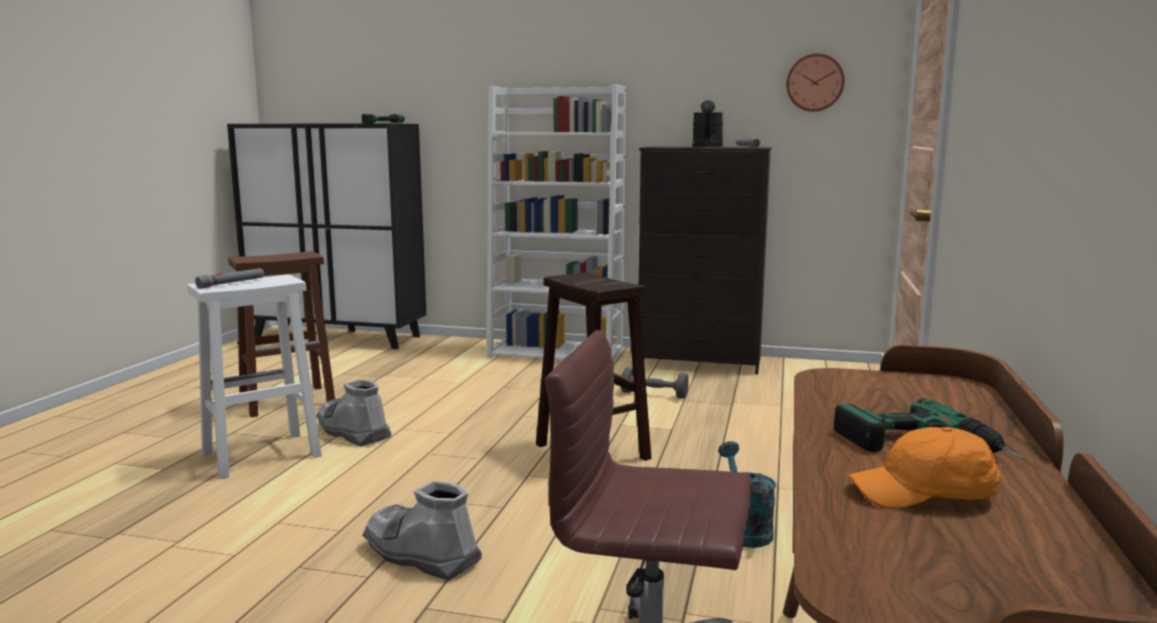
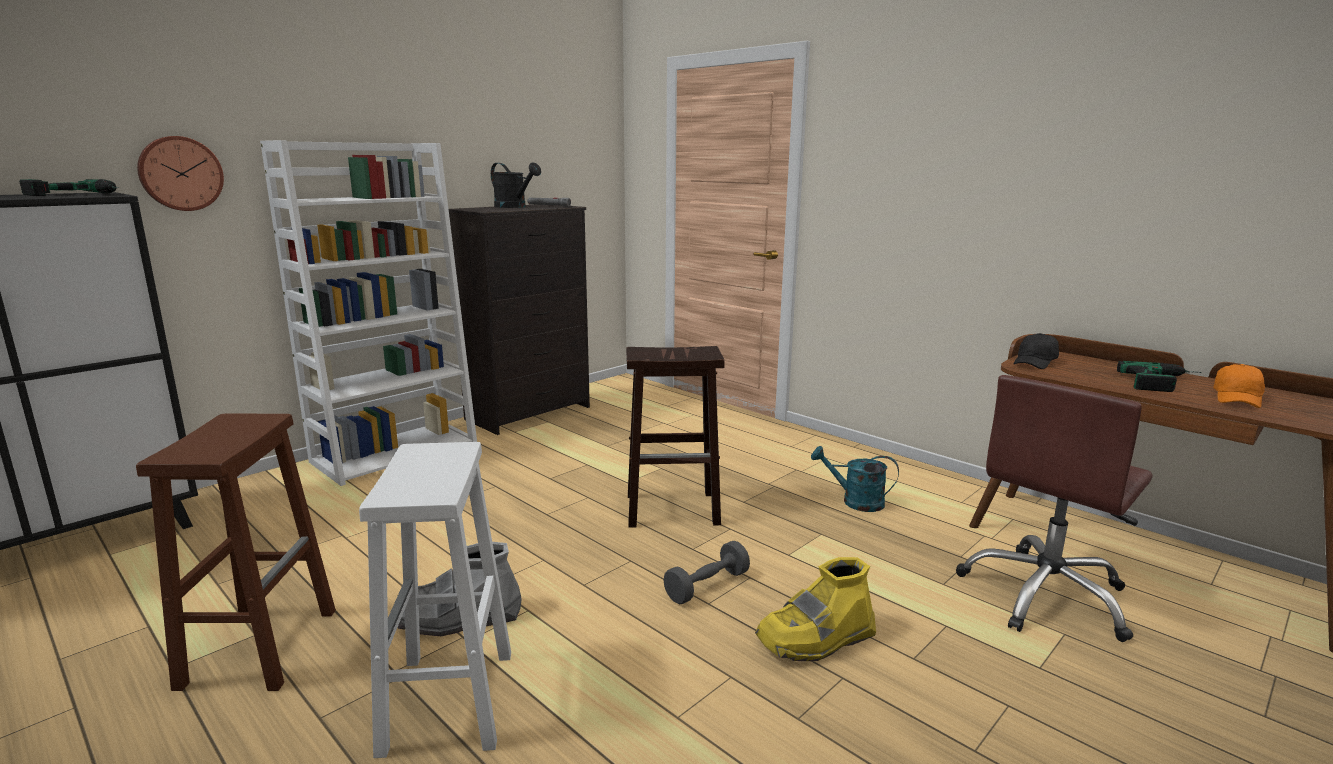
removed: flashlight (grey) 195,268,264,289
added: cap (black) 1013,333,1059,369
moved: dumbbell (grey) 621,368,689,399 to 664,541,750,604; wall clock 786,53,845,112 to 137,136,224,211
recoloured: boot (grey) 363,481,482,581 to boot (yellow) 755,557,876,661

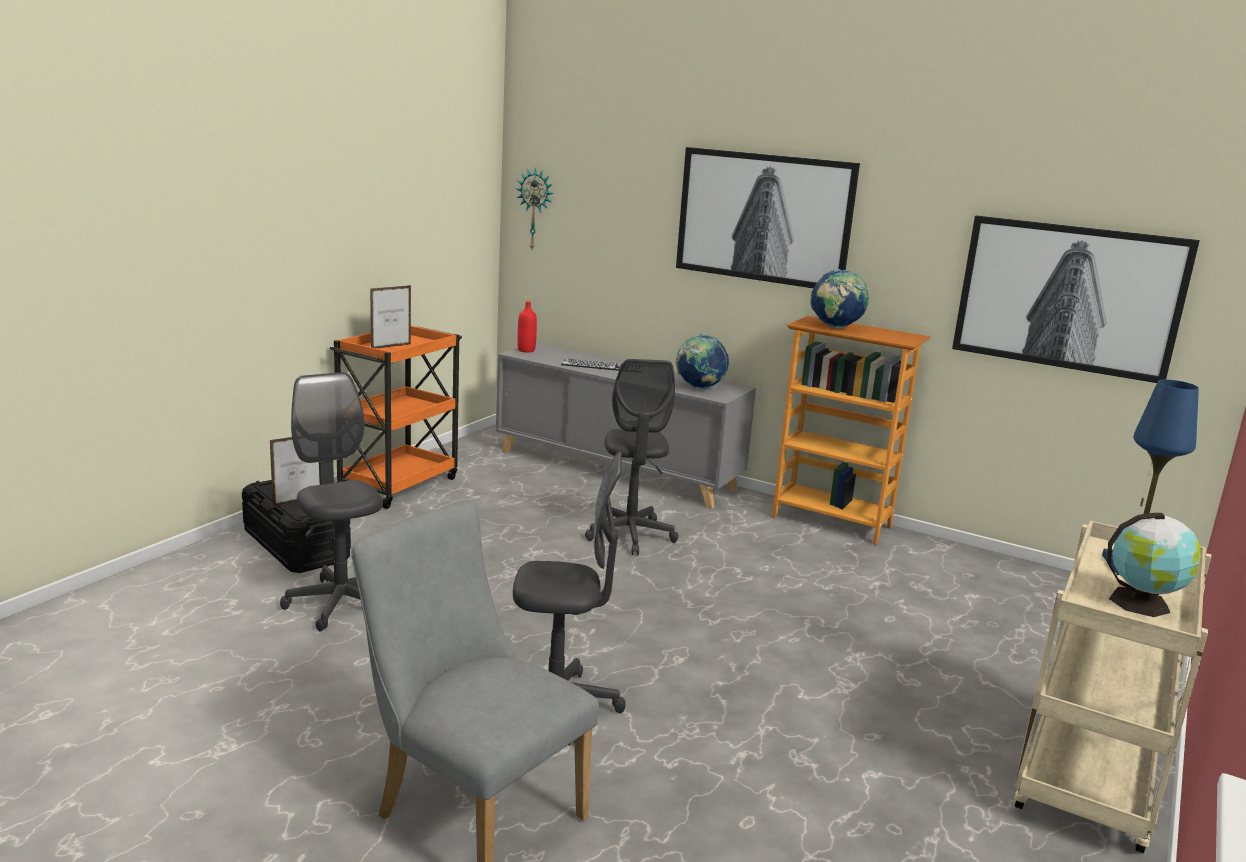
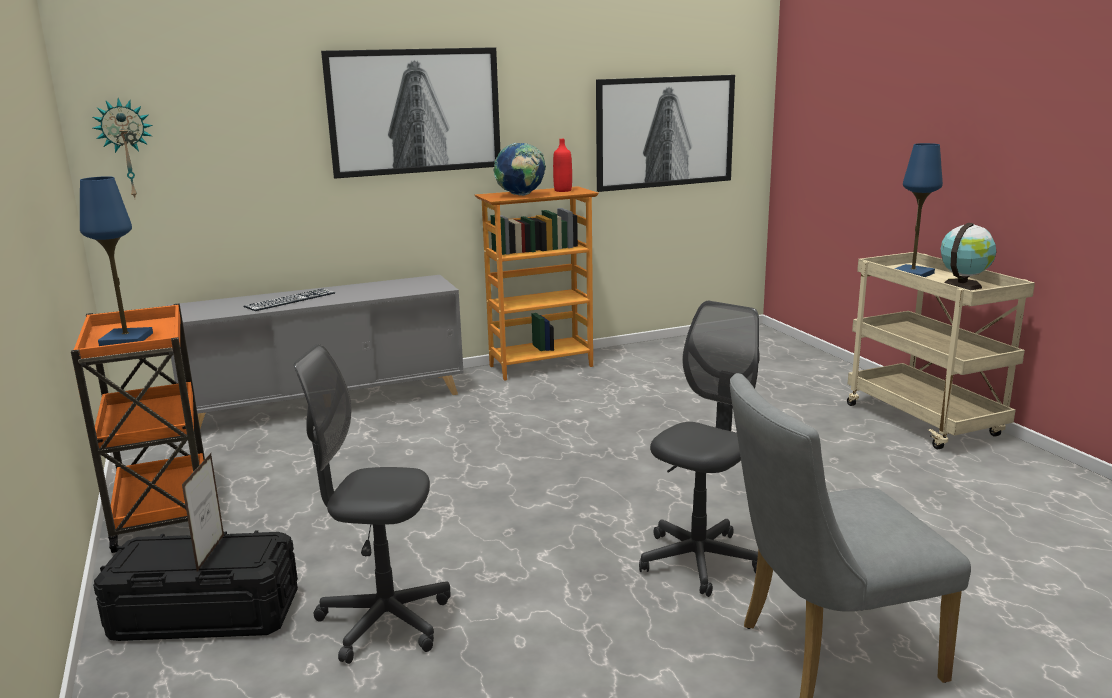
removed: office chair (grey) 585,359,678,555; globe 676,334,729,389
moved: bottle (red) 517,301,537,352 to 553,139,572,192
replaced: picture frame 370,285,411,349 to table lamp (blue) 80,176,153,346

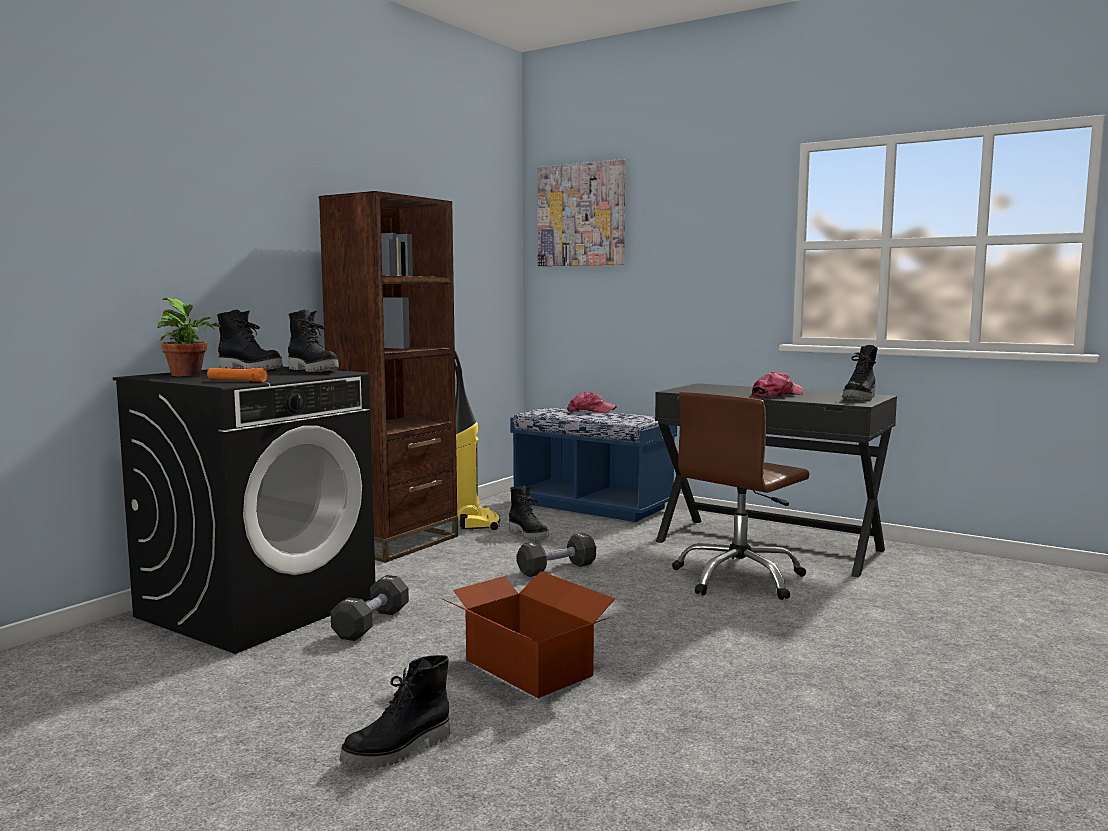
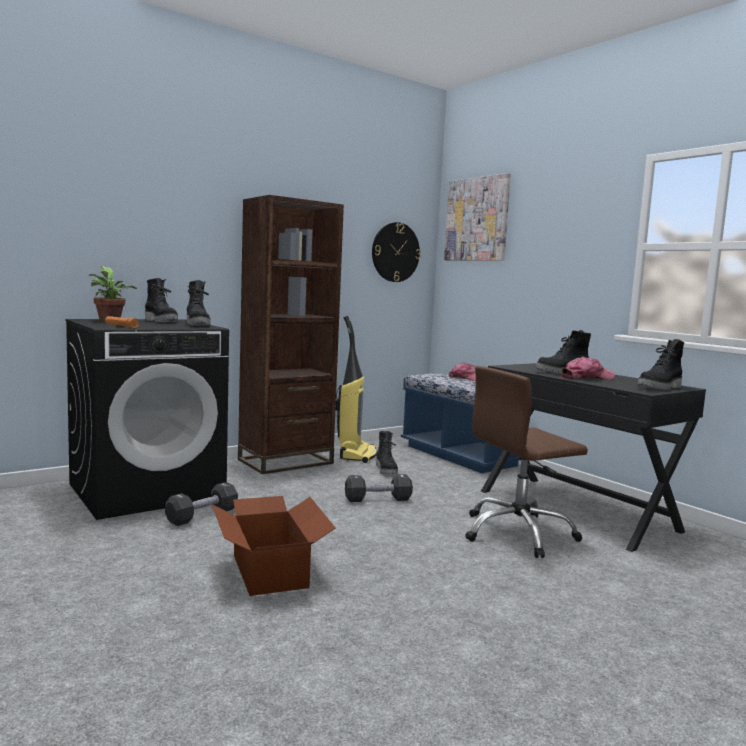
added: wall clock 372,222,421,282
moved: boot (black) 339,655,450,768 to 535,330,591,374

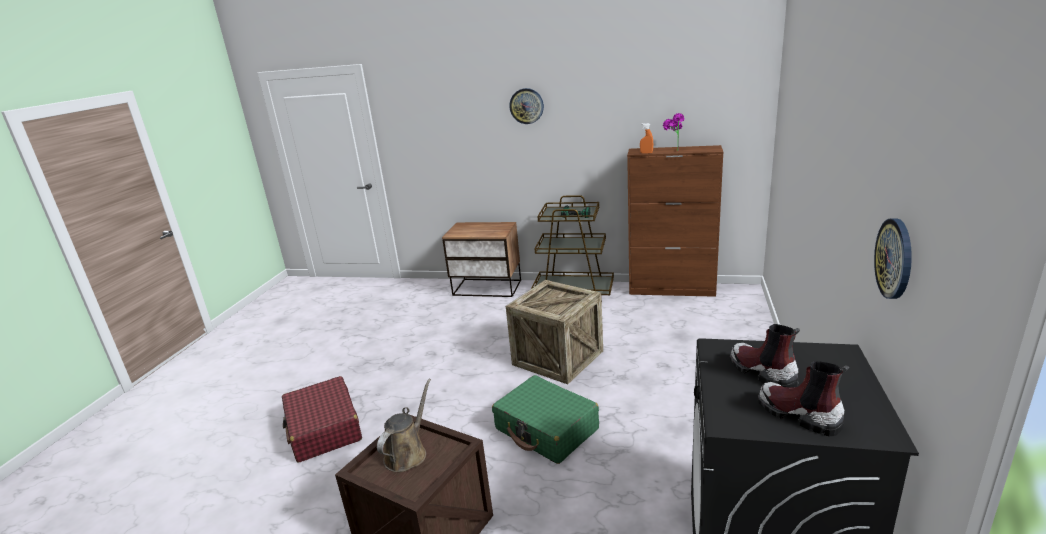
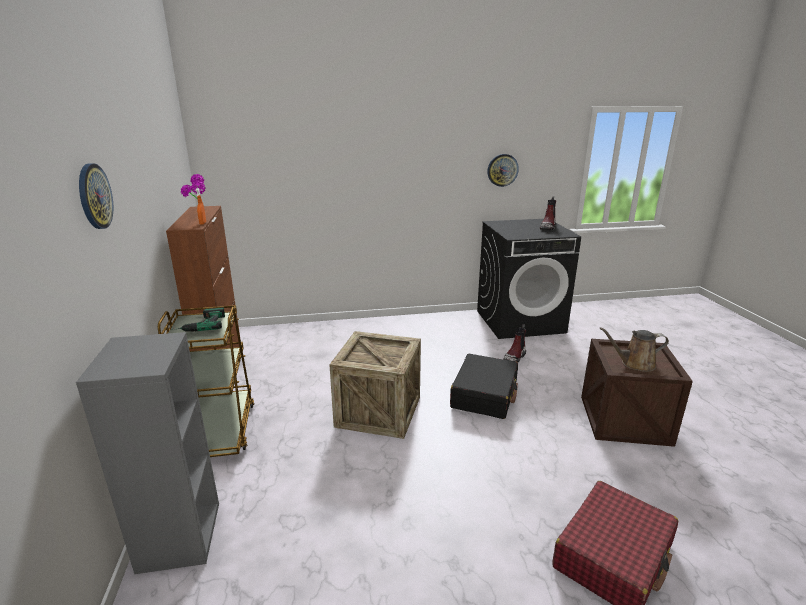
moved: boot 730,324,800,387 to 503,324,526,362
replaced: nightstand 442,222,521,297 to bookcase (grey) 76,332,219,574
recoloured: suitcase (green) 492,375,599,464 to suitcase (black) 450,354,518,419

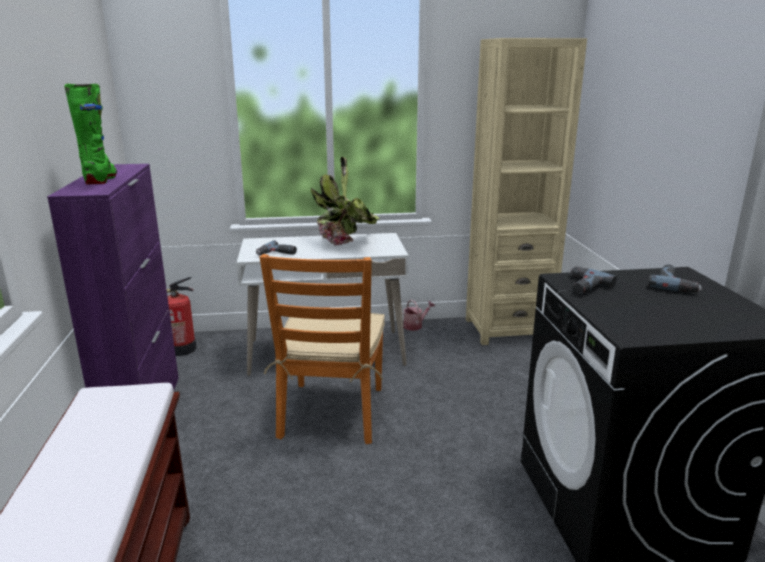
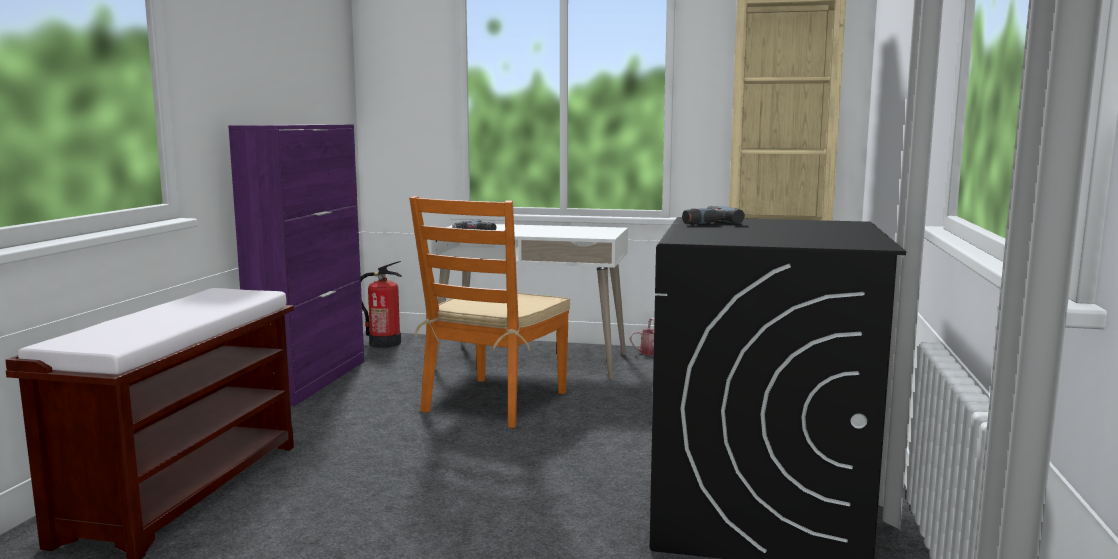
removed: boot (green) 64,83,117,185; potted plant 311,157,380,246; power drill 648,264,702,293

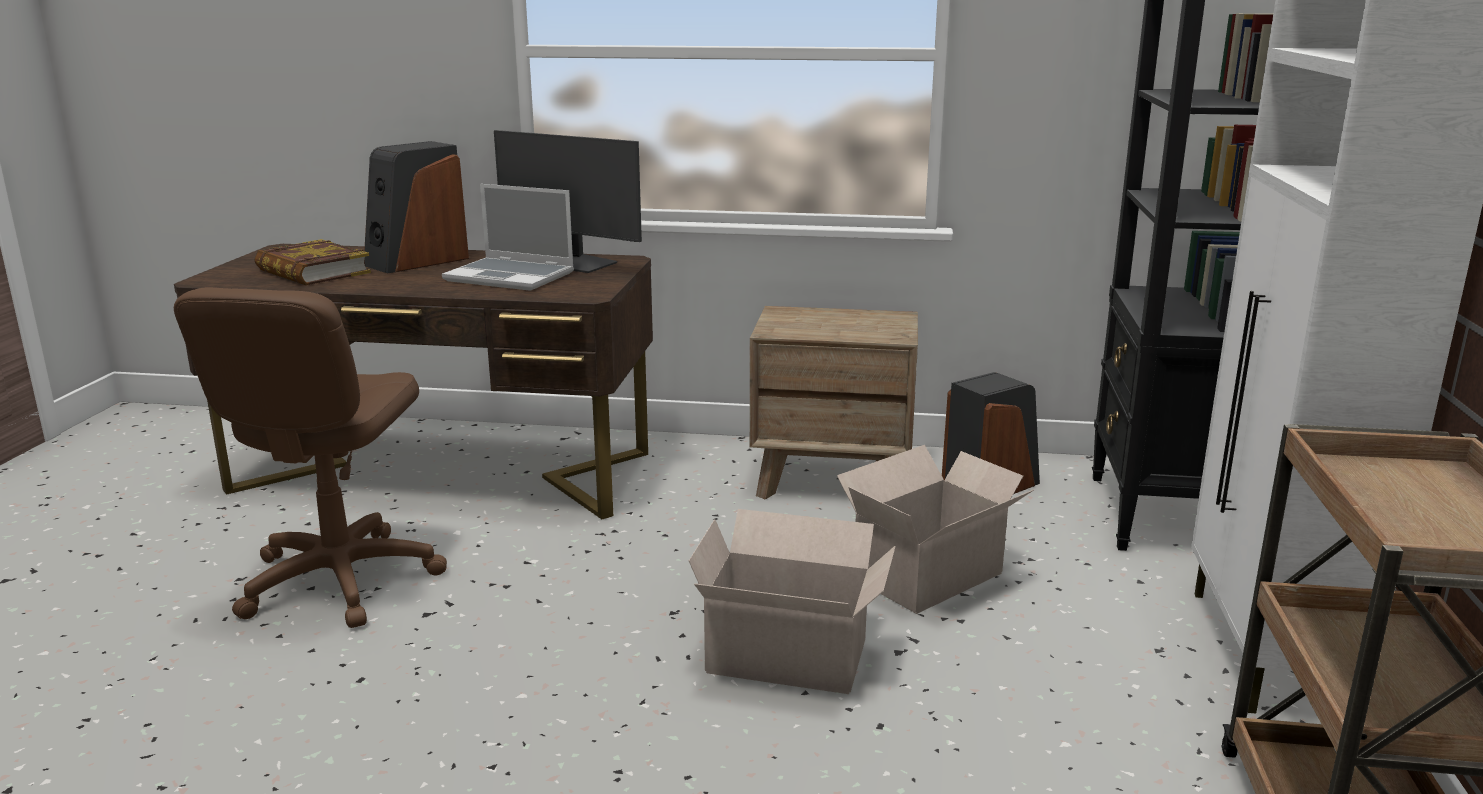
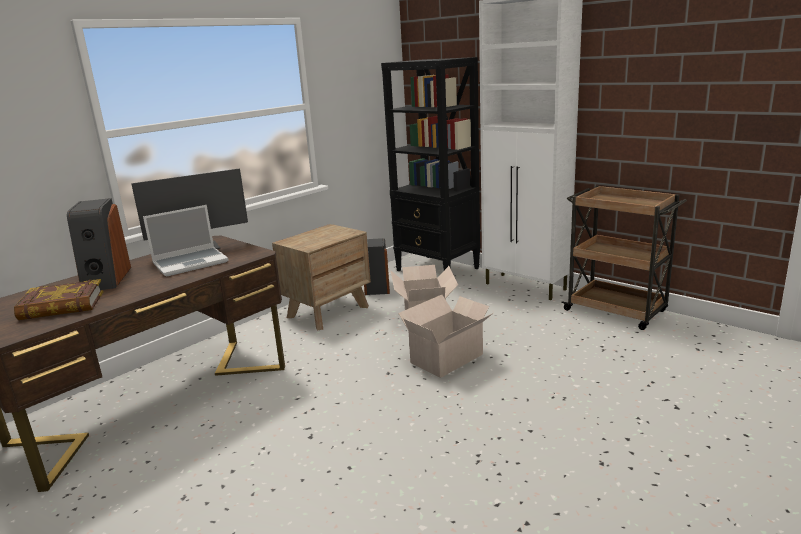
removed: office chair (brown) 174,287,447,628

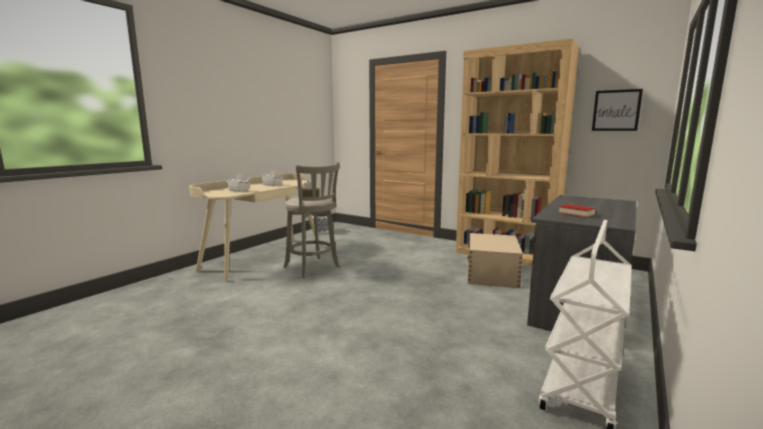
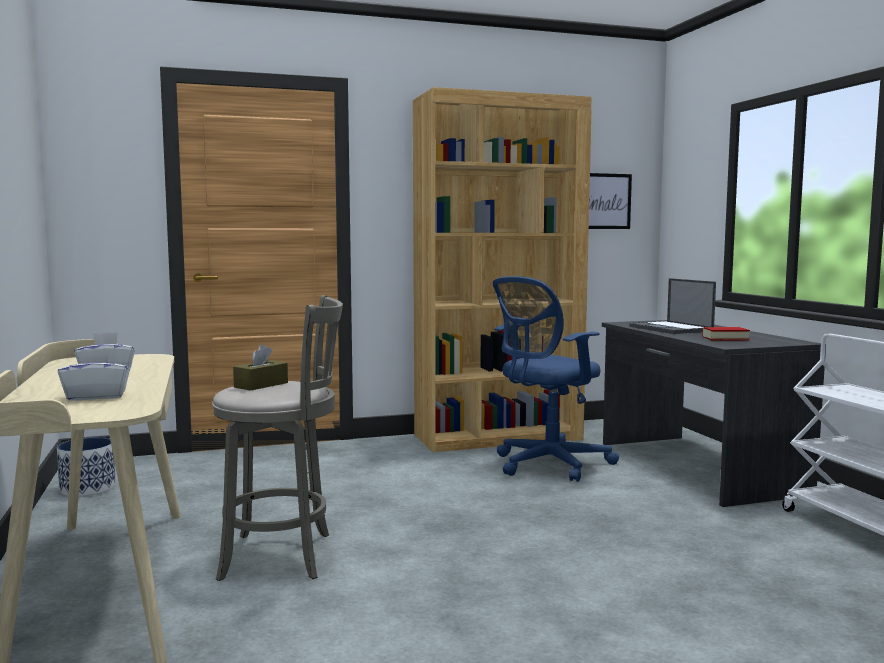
added: laptop 629,278,716,334
replaced: storage box (beige) 467,233,523,288 to office chair (blue) 493,276,619,482

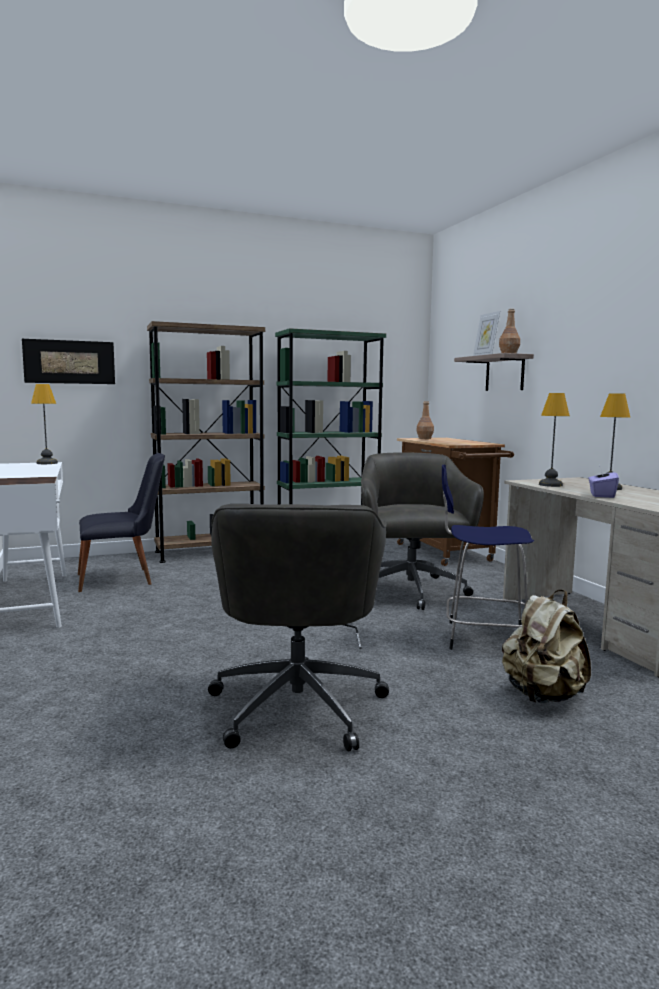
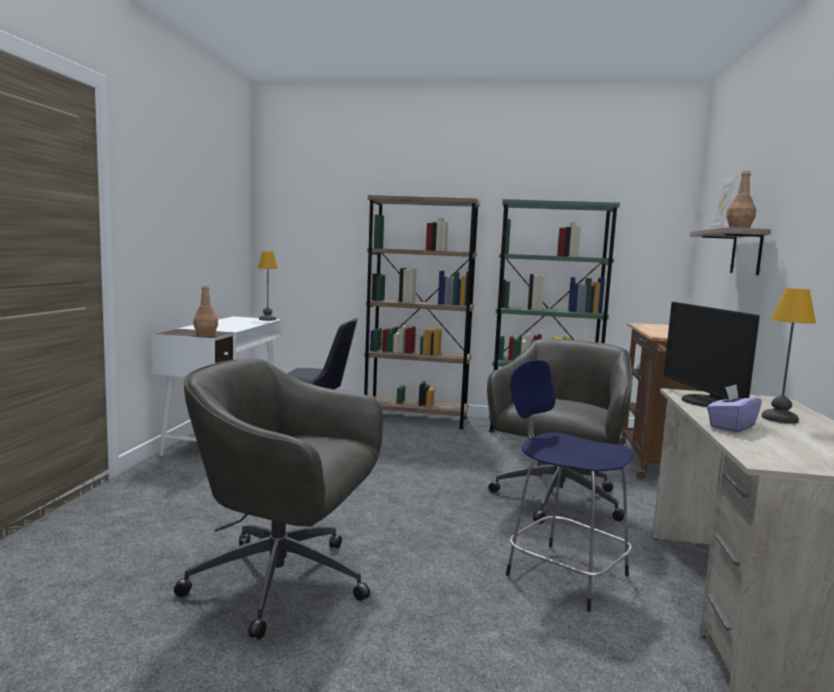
removed: picture 22,339,115,384; backpack (beige) 502,590,591,703
moved: bottle (brown) 416,401,434,439 to 193,285,218,336
replaced: table lamp 539,393,570,487 to monitor 664,302,760,407
turned: office chair (grey) 208,504,389,751 = 174,359,383,640 75 degrees clockwise

